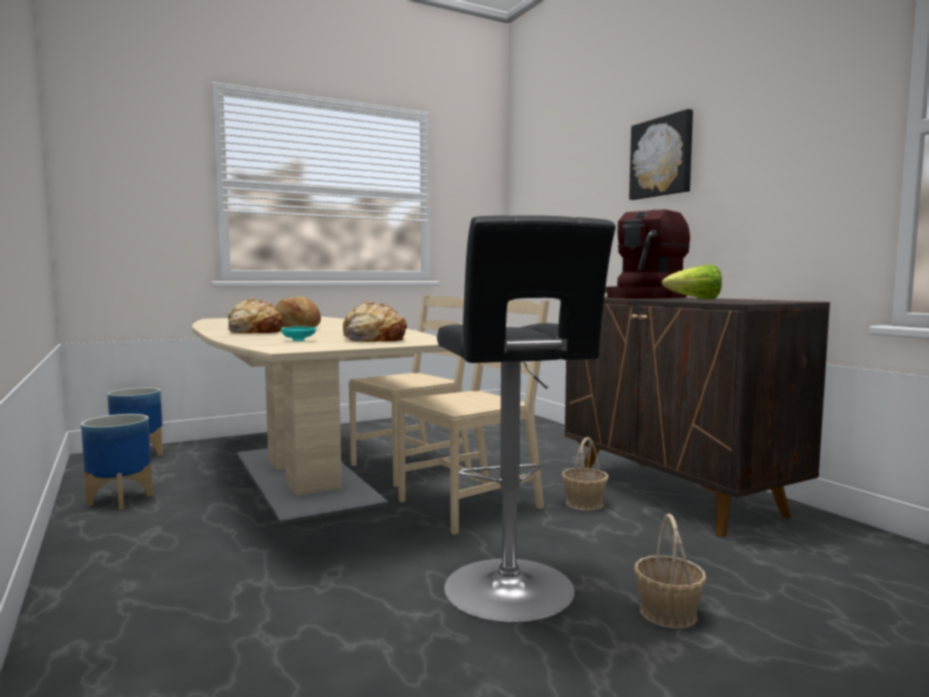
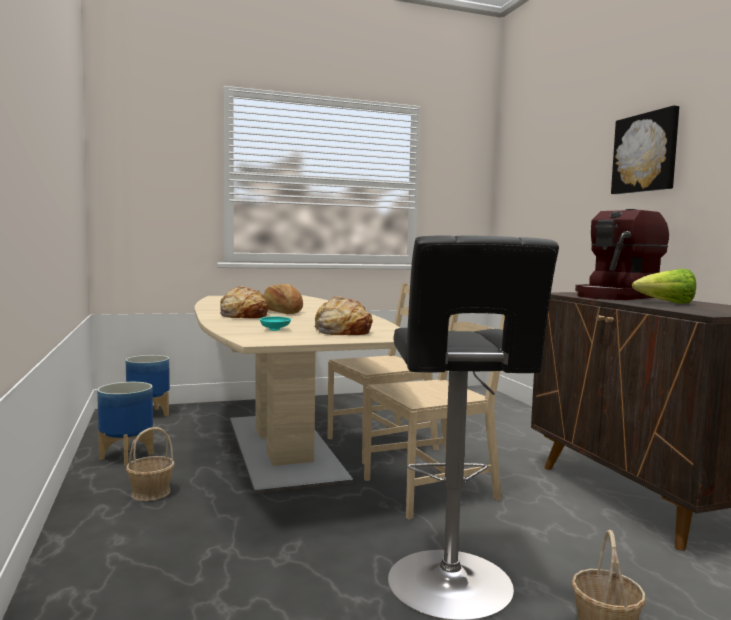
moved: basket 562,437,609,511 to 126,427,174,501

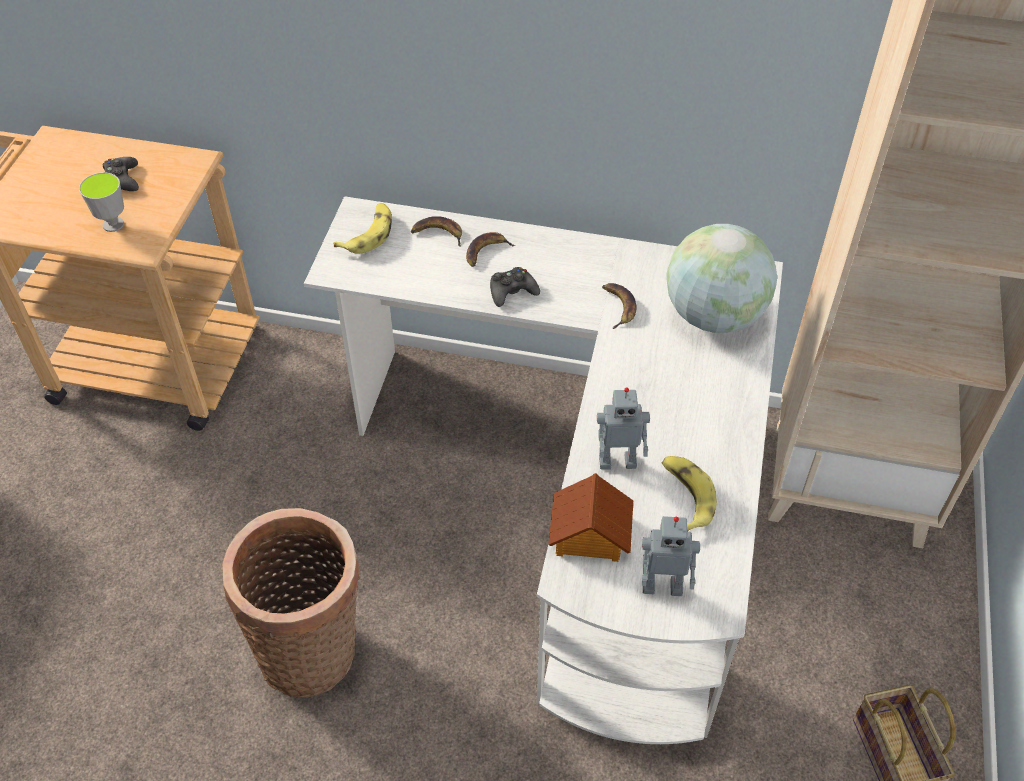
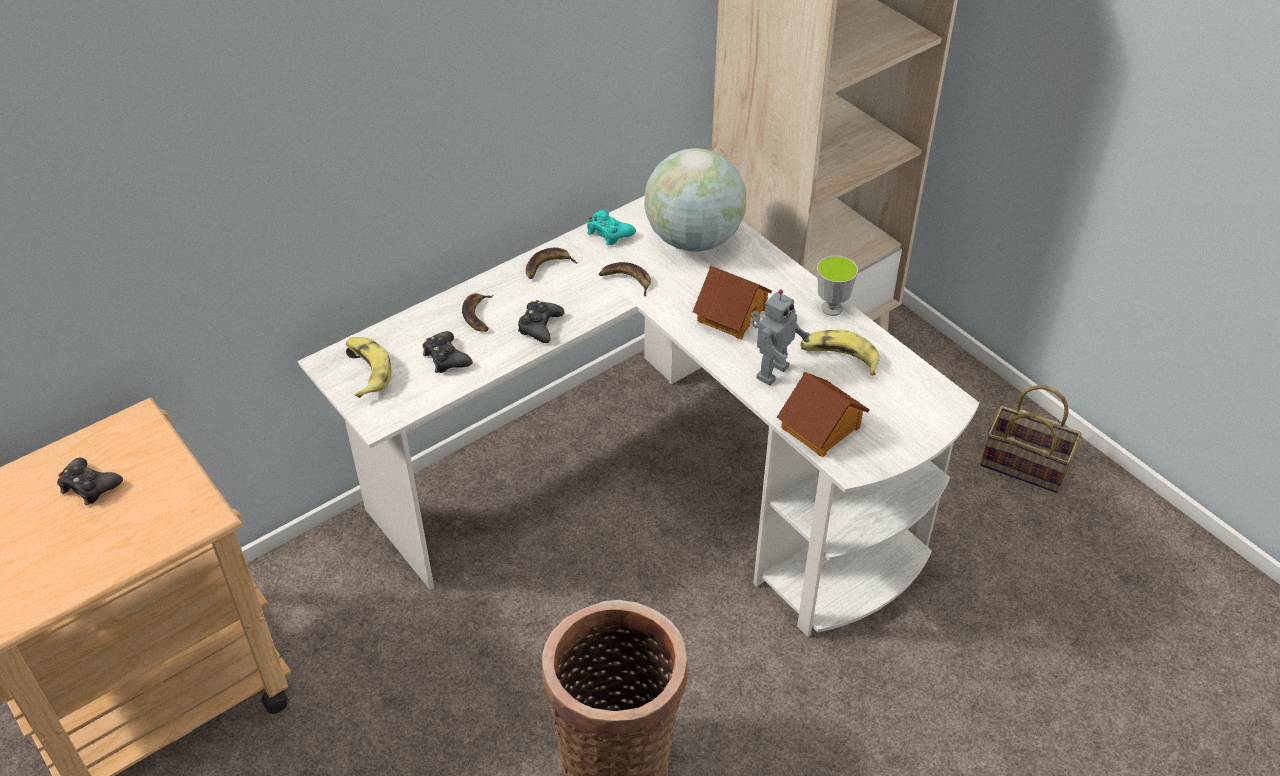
removed: toy robot 642,516,700,596
added: game controller (black) 423,331,473,373; game controller (turquoise) 587,210,636,245; toy house 692,265,772,339
moved: cup 79,172,124,232 to 817,255,858,316; banana 411,216,462,247 to 525,248,579,279

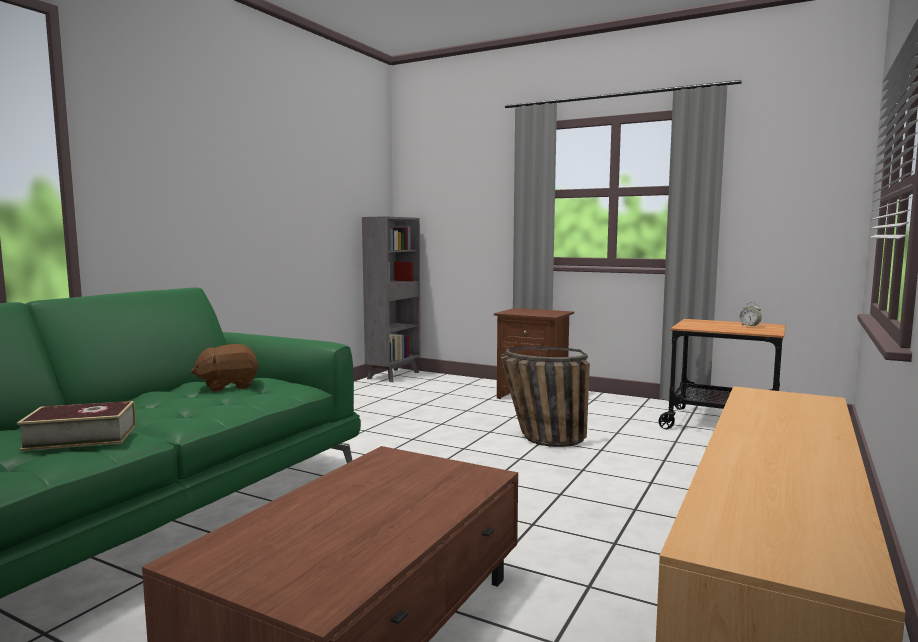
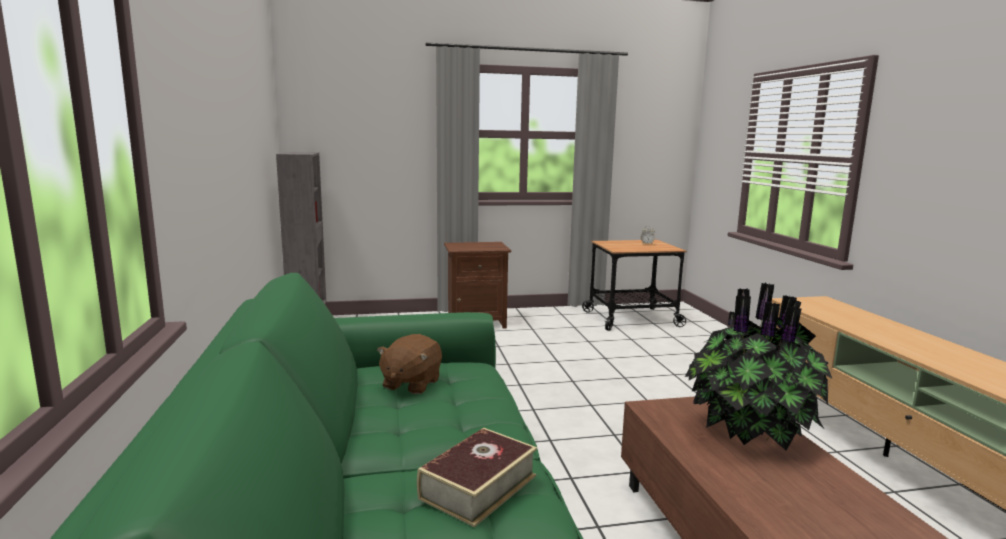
removed: basket 500,346,590,447
added: potted plant 685,283,833,451

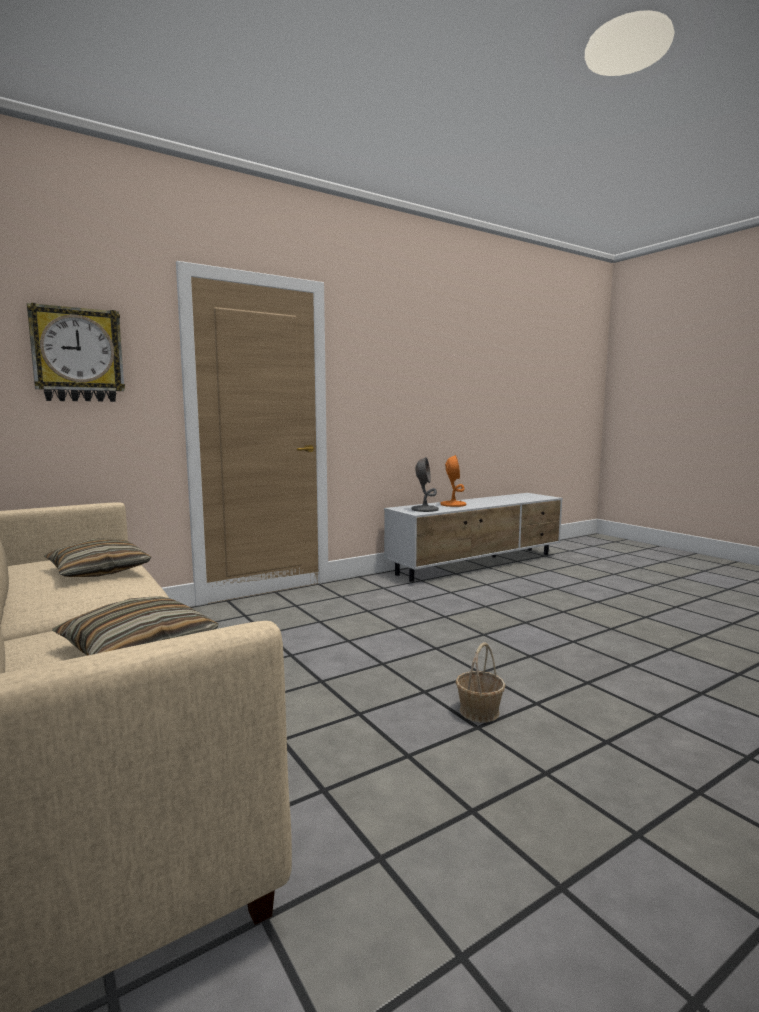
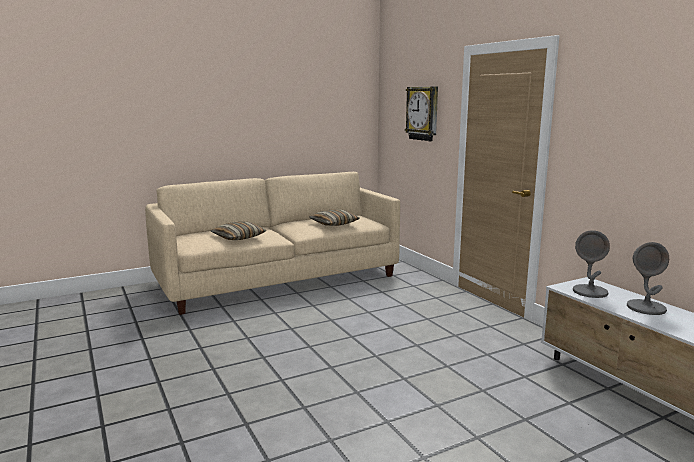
removed: basket 456,642,506,723
recoloured: table lamp (orange) 440,455,466,507 to table lamp (grey) 627,242,669,315

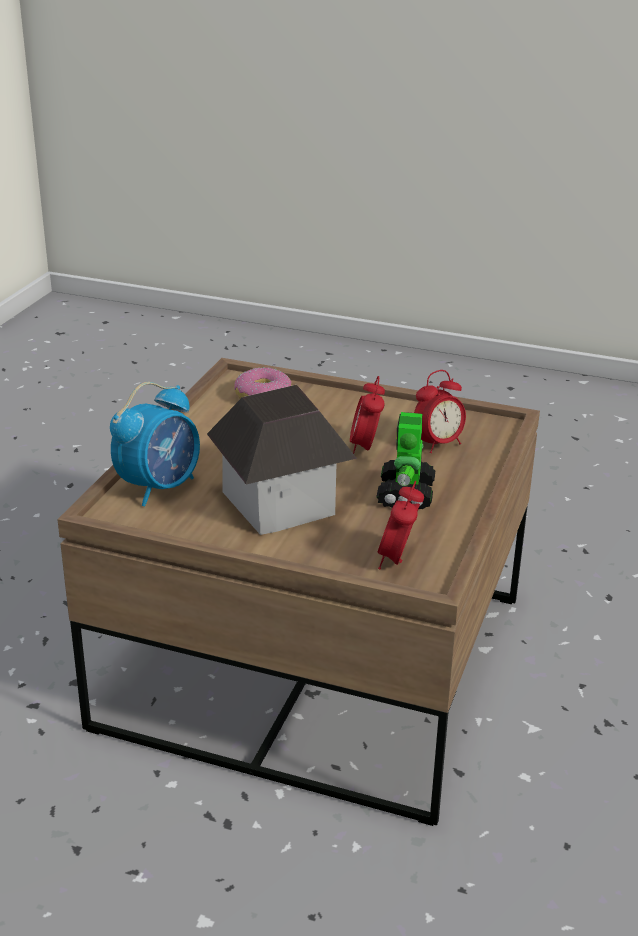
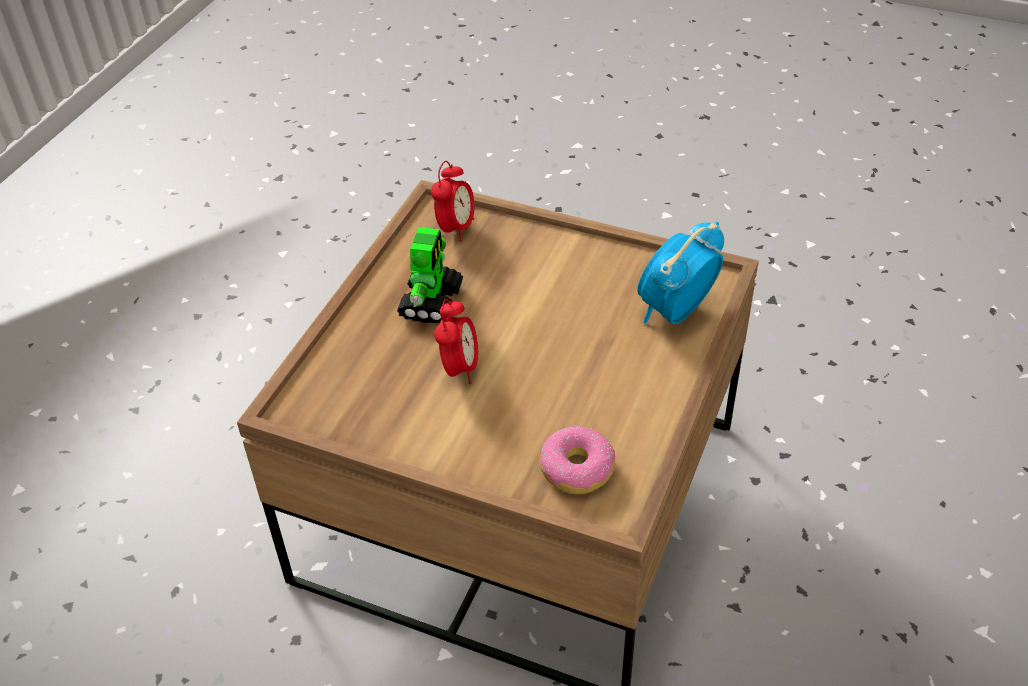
removed: toy house 207,385,357,535; alarm clock 414,370,466,453

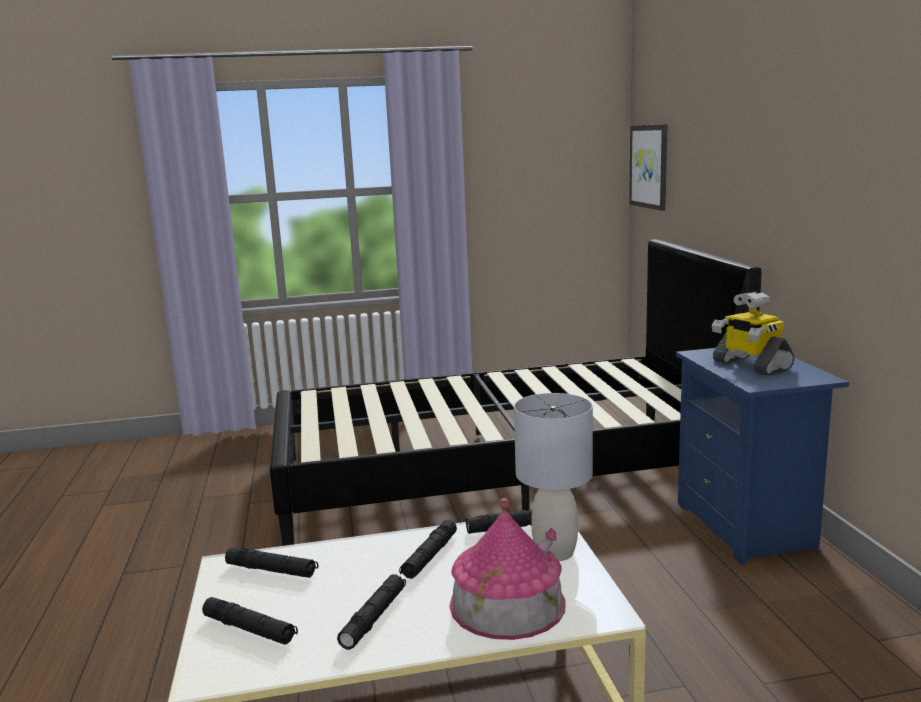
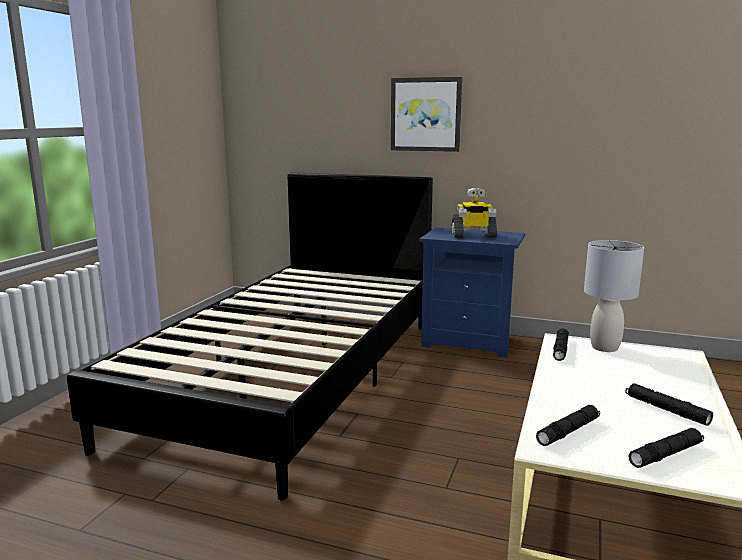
removed: flashlight (black) 399,519,457,579; toy house 450,498,565,640
moved: picture 629,124,668,211 to 391,77,462,152

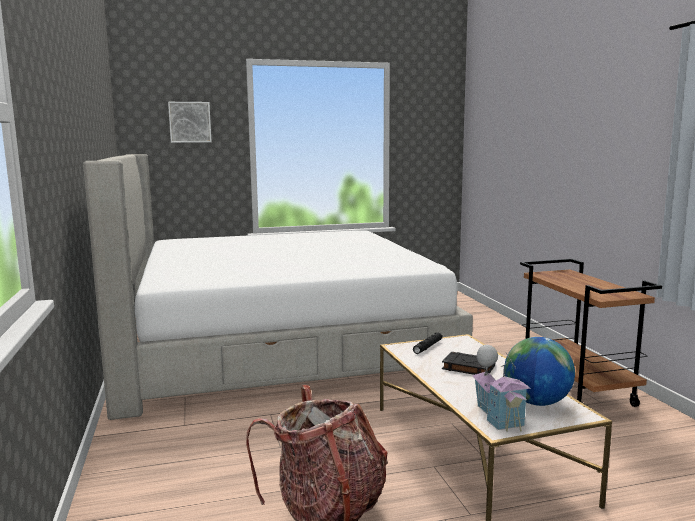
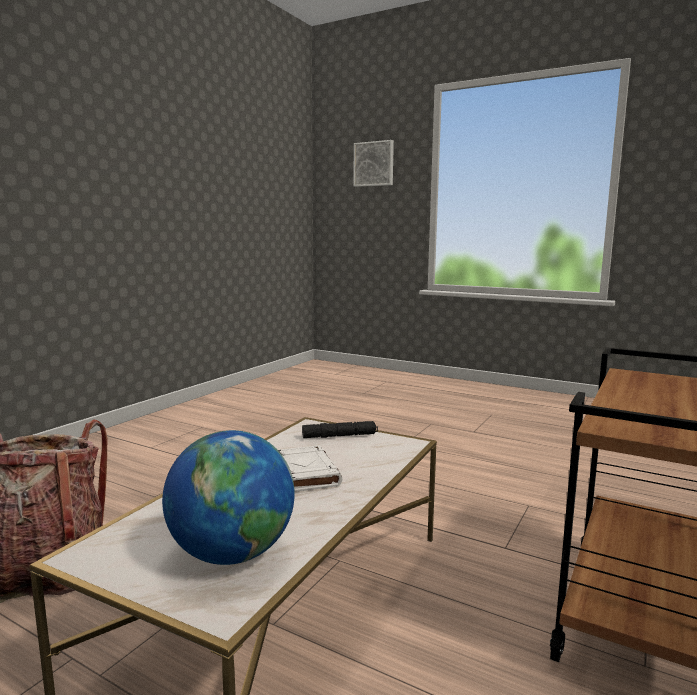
removed: bed 83,154,473,420; toy house 472,345,531,432
recoloured: book (black) 442,352,495,375 to book (white) 278,445,342,492

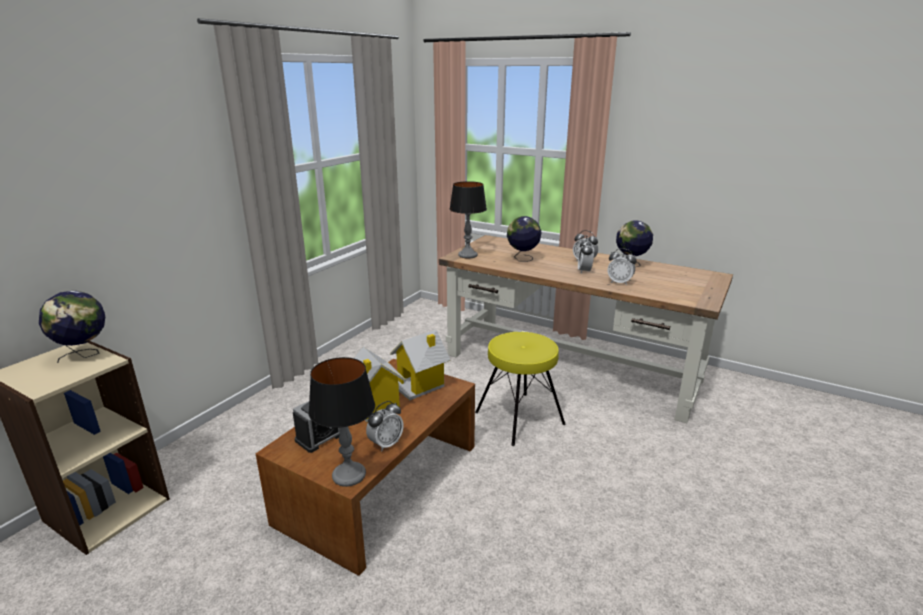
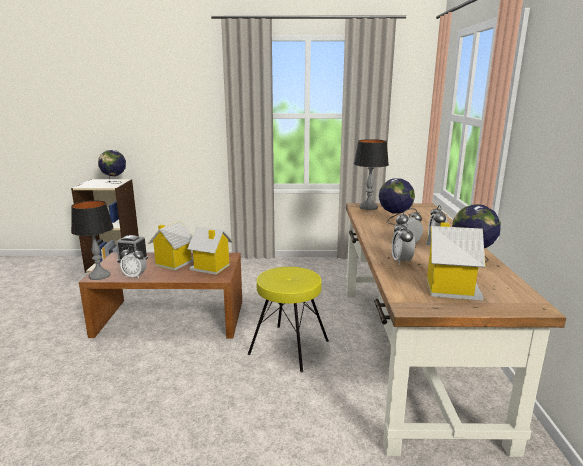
added: toy house 426,223,485,301

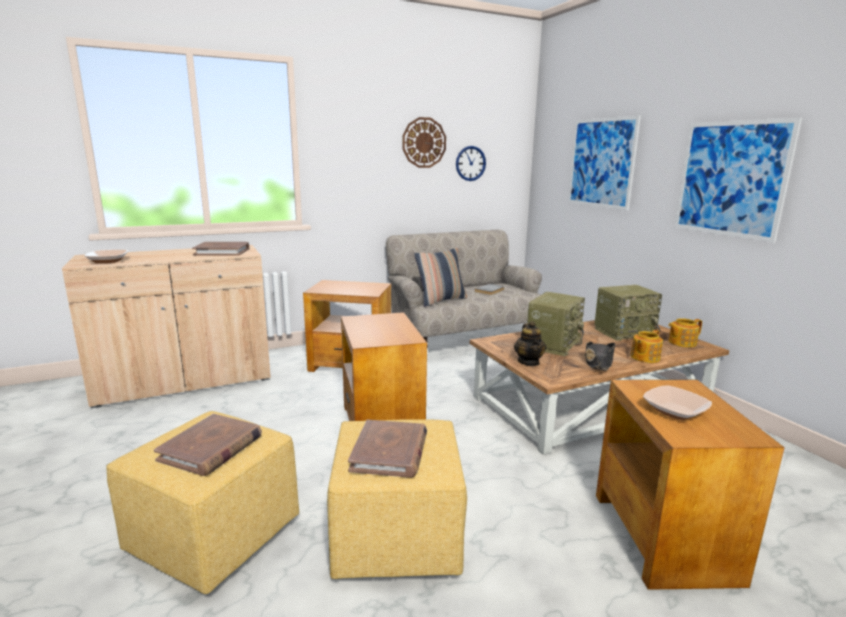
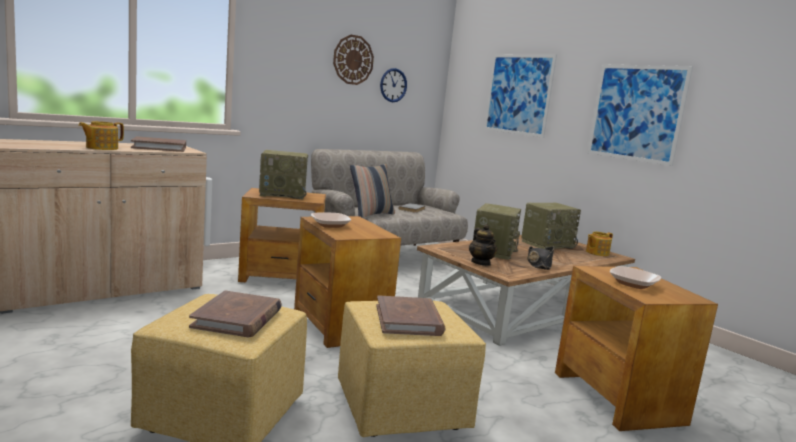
added: radio 259,150,308,199
moved: bowl 84,250,128,263 to 311,212,351,228; teapot 631,330,663,363 to 78,121,124,150

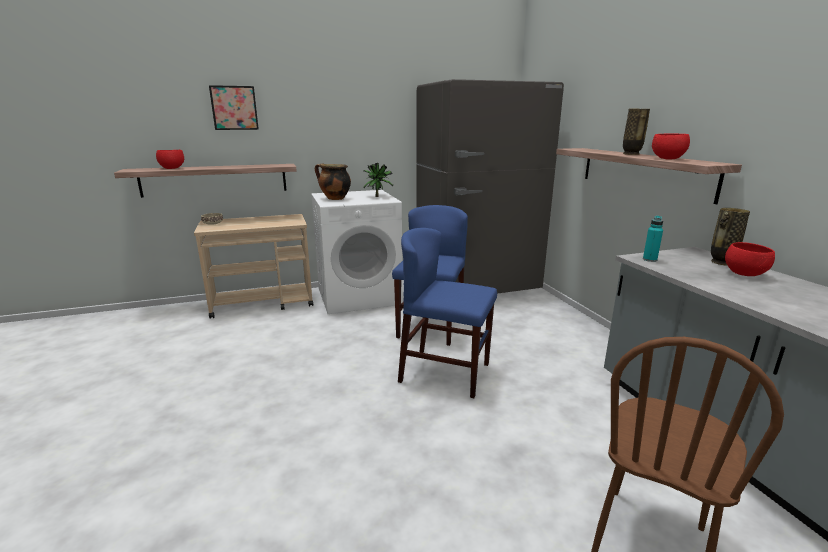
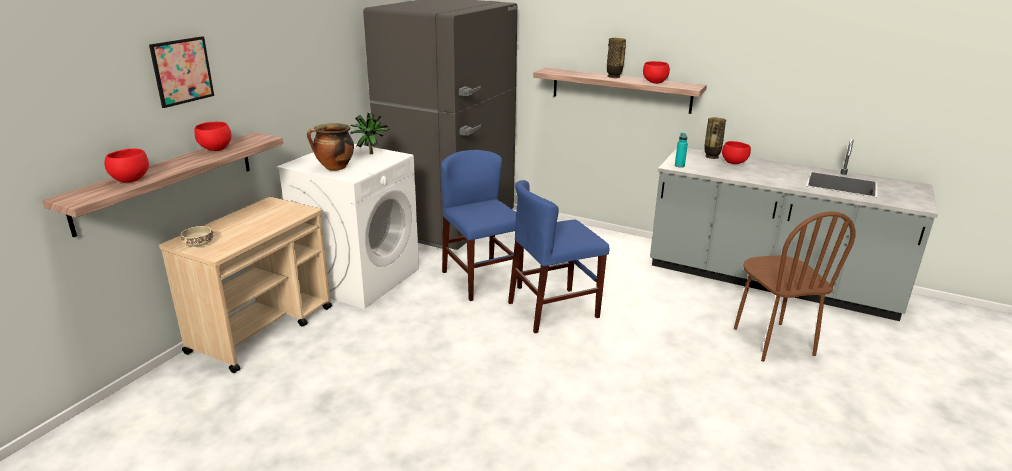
added: bowl (red) 195,122,232,151

